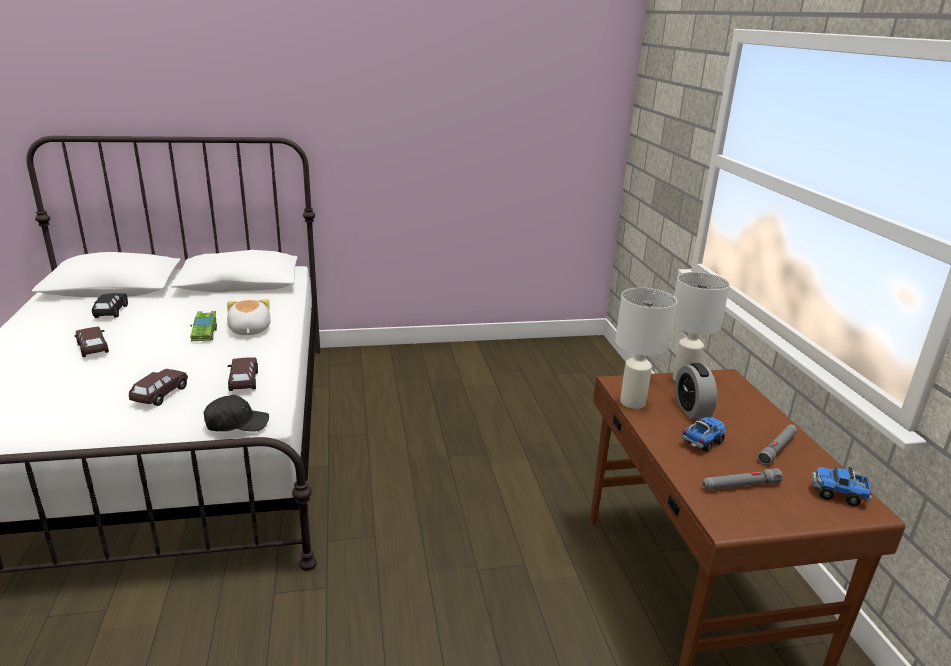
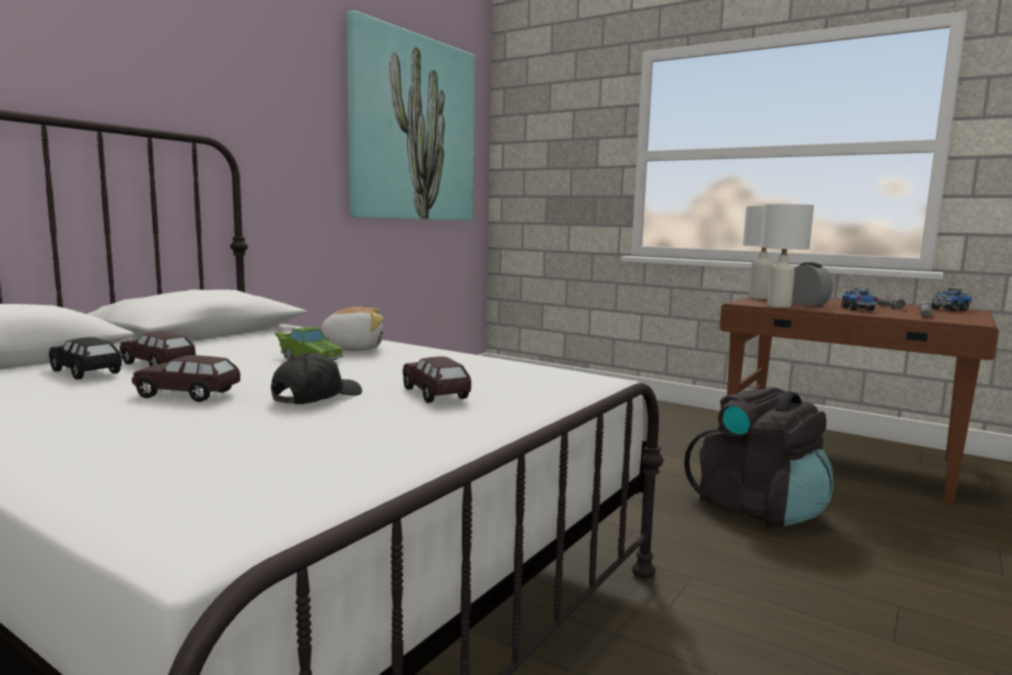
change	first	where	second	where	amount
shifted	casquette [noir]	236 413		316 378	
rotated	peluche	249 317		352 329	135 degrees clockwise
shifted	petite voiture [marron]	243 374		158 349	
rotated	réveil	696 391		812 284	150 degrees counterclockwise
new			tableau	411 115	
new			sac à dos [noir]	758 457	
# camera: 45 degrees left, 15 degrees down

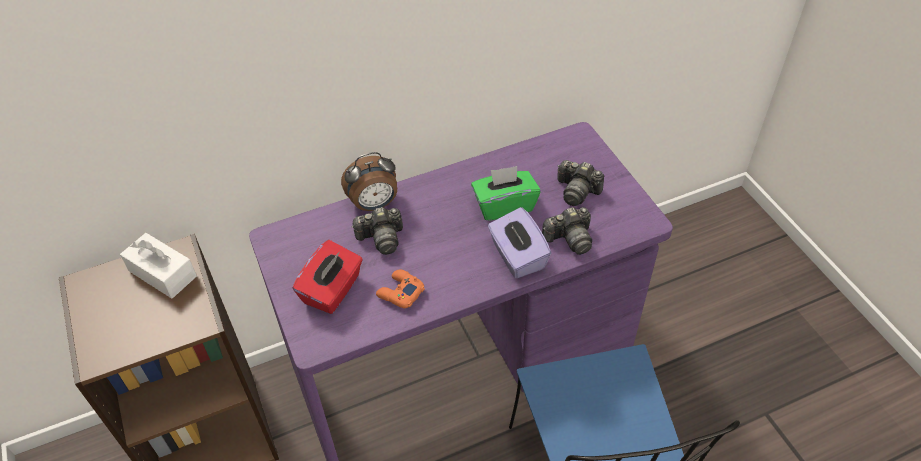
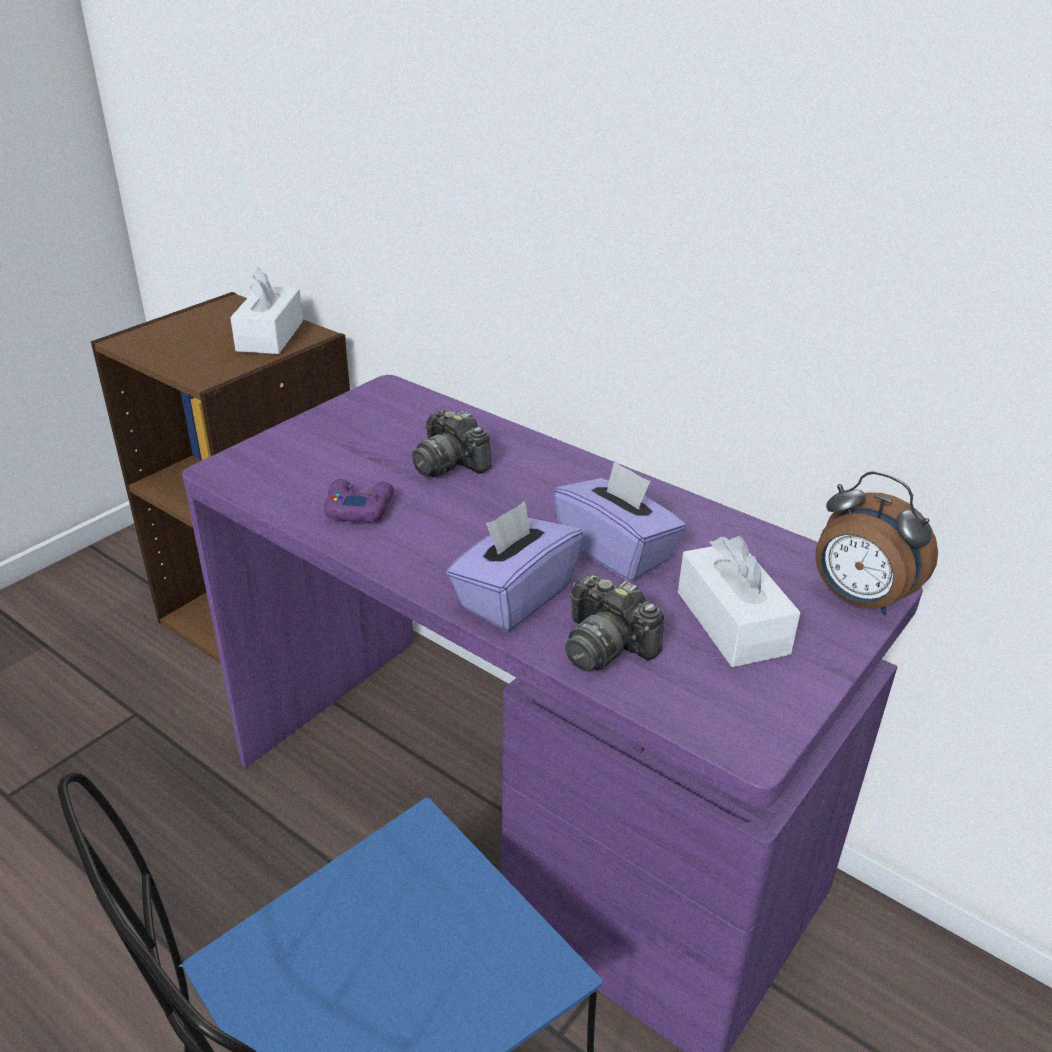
change	first	where	second	where	amount
gone	boîte à mouchoirs [rouge]	328 277			
shifted	réveil	369 181		876 543	
repainted	manette [orange]	400 288	manette [violet]	359 500	
repainted	boîte à mouchoirs [vert]	506 193	boîte à mouchoirs [violet]	620 521	
swapped	appareil photo	580 183	boîte à mouchoirs [blanc]	739 601	
# camera: 60 degrees right, 15 degrees down

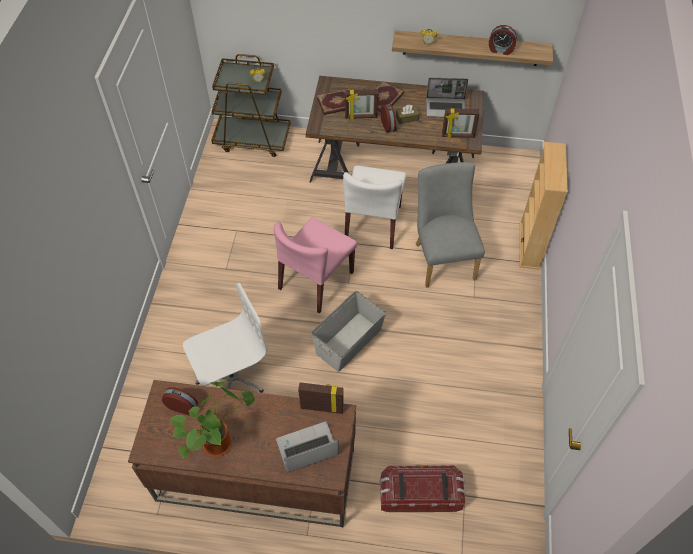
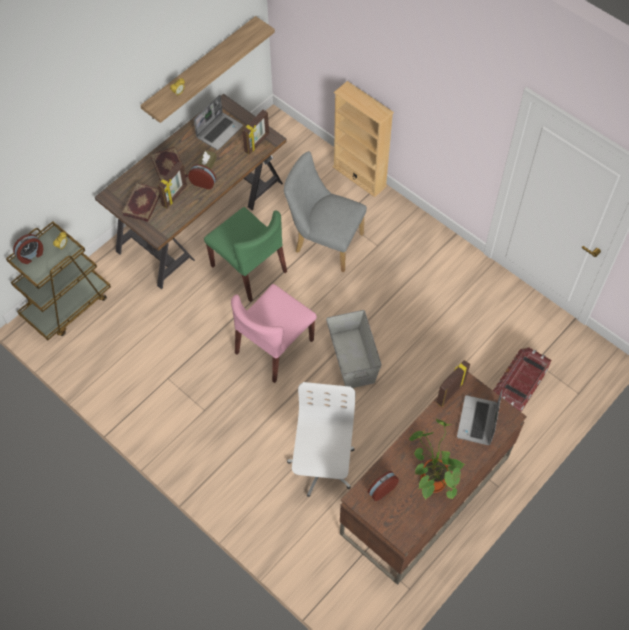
change	first	where	second	where	amount
rotated	chaise [rose]	315 265		274 333	60 degrees clockwise
repainted	chaise [blanc]	374 207	chaise [vert]	245 254	
shifted	réveil	503 40		28 249	
# camera: 55 degrees left, 5 degrees up

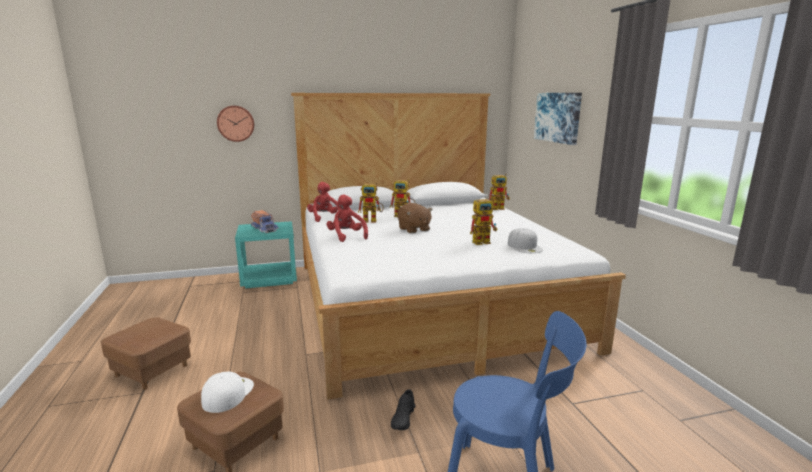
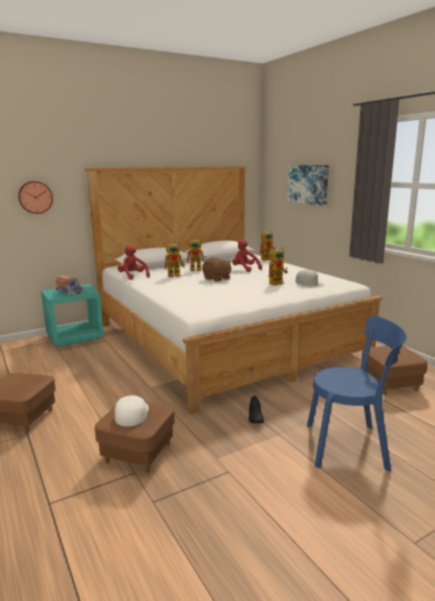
change	first	where	second	where	amount
shifted	peluche [rouge]	347 218		247 255	
new			pouf [marron]	395 370	
# camera: 15 degrees left, 0 degrees up

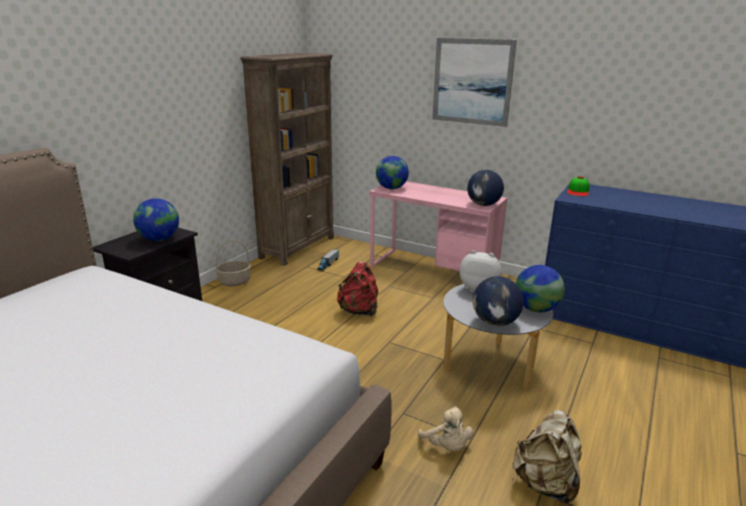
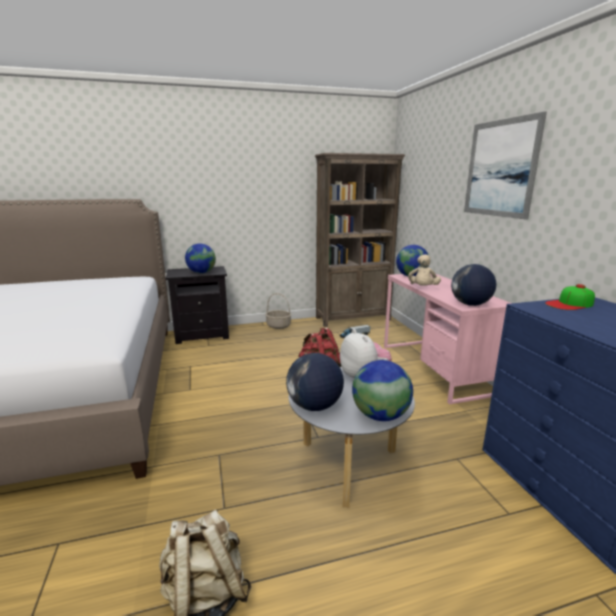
change	first	where	second	where	amount
shifted	peluche [beige]	445 429		424 270	
# camera: 45 degrees right, 5 degrees down

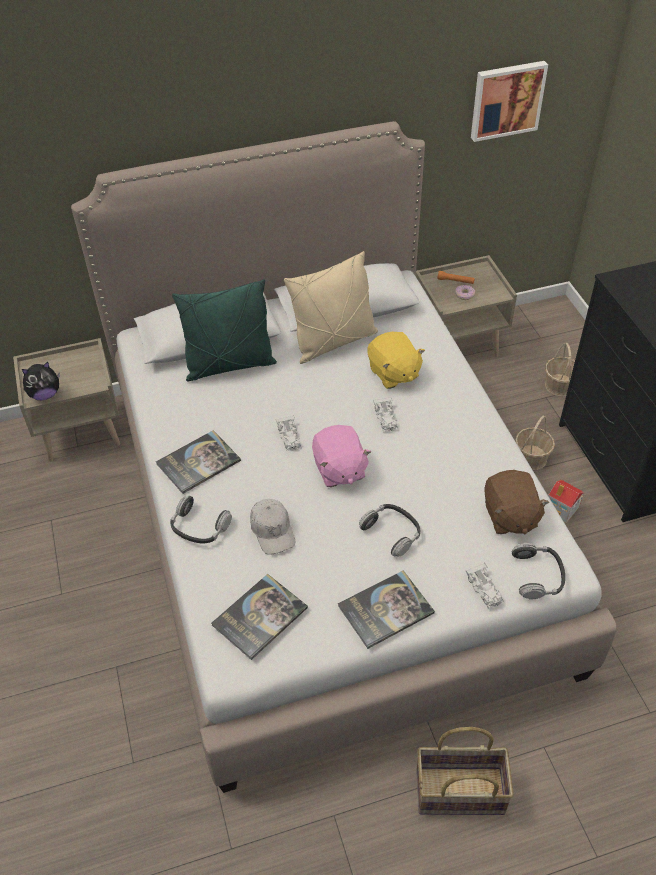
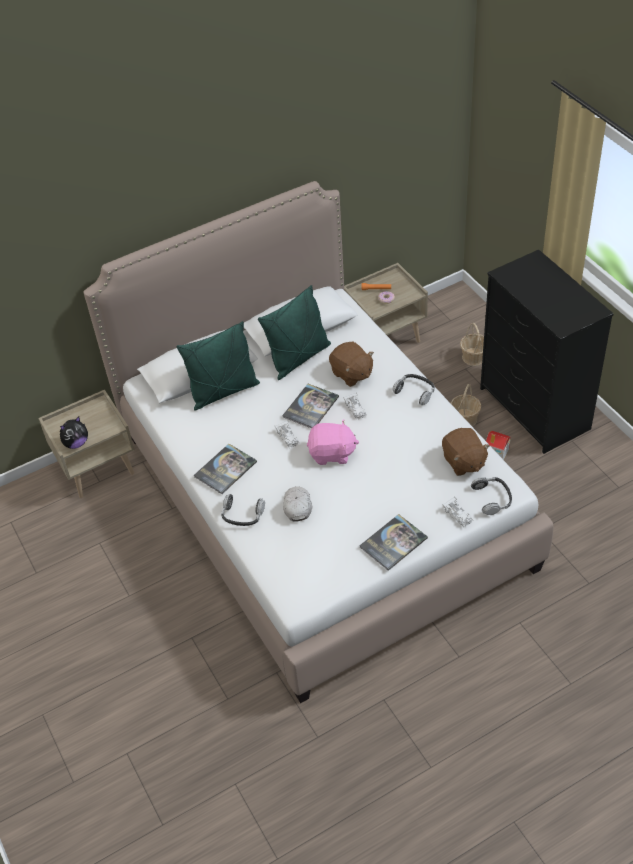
change	first	where	second	where	amount
shifted	livre	259 617		310 406	
rotated	casquette [blanc]	272 527		298 504	150 degrees counterclockwise
repainted	coussin [beige]	331 307	coussin [vert]	294 332	
rotated	peluche [rose]	341 456		333 442	60 degrees counterclockwise
shifted	casque audio	389 530		413 389	
repainted	peluche [jaune]	396 360	peluche [marron]	351 364	
gone	panier	465 771			
gone	tableau	509 101			
# camera: 10 degrees left, 0 degrees up

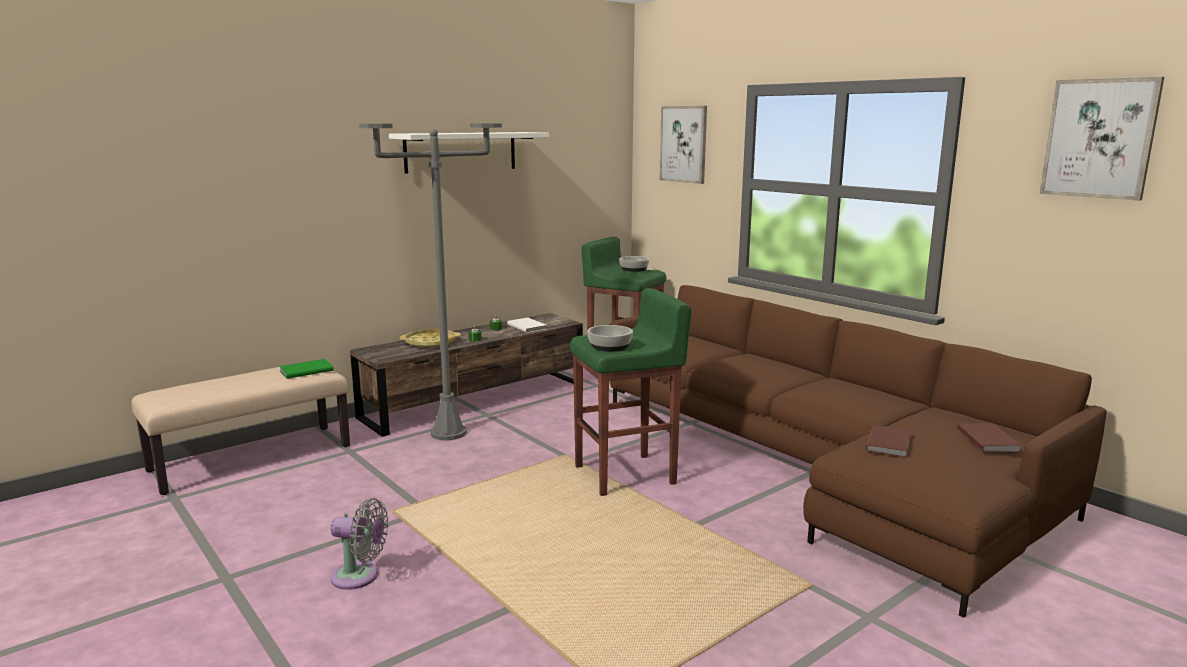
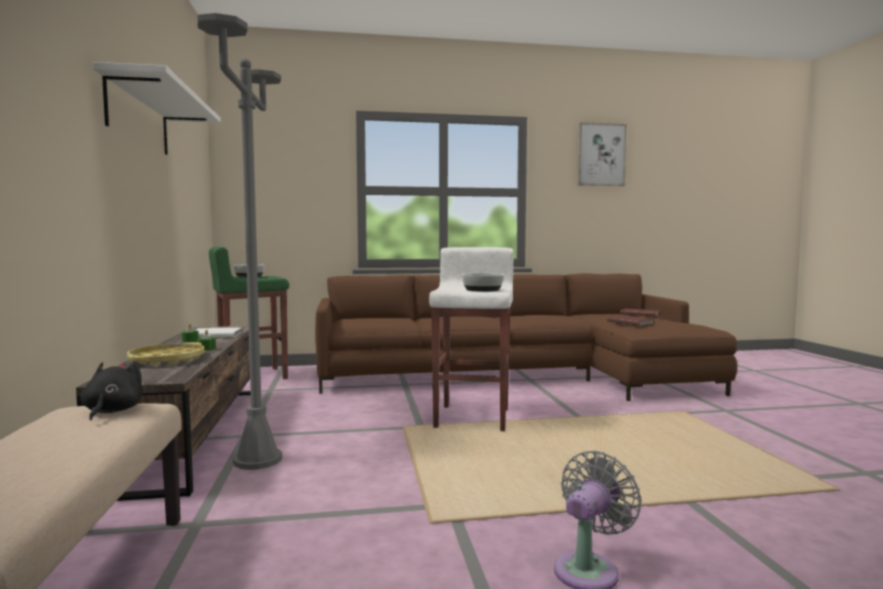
change	first	where	second	where	amount
swapped	livre [vert]	306 369	peluche [noir]	112 391	
repainted	tabouret [vert]	631 392	tabouret [blanc]	471 339	
gone	tableau	683 145			
# camera: 60 degrees left, 10 degrees down

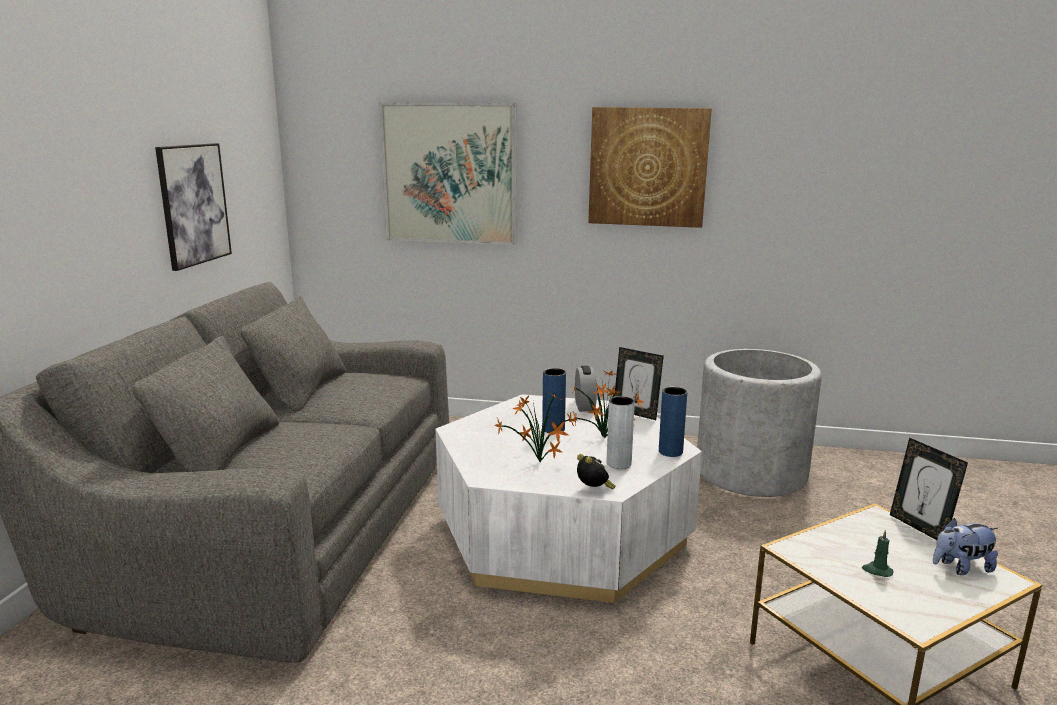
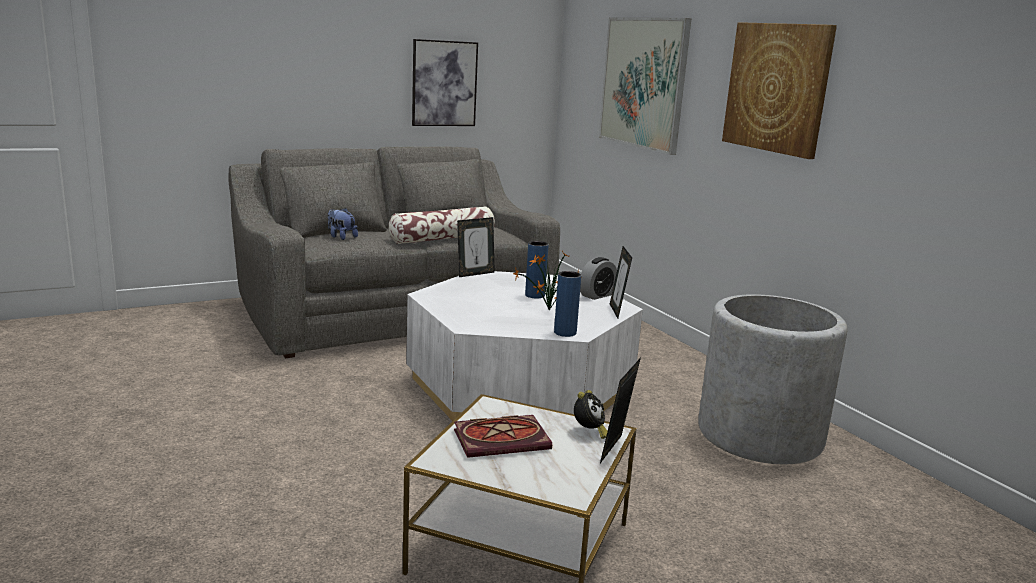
change	first	where	second	where	amount
gone	plante en pot	535 426			
shifted	réveil	596 471		591 414	
gone	vase [gris]	621 432			
swapped	bougie [vert]	877 553	livre	503 436	
shifted	peluche	965 546		343 224	
new			coussin	442 225	
new			cadre photo	476 247	
# camera: 50 degrees right, 0 degrees up

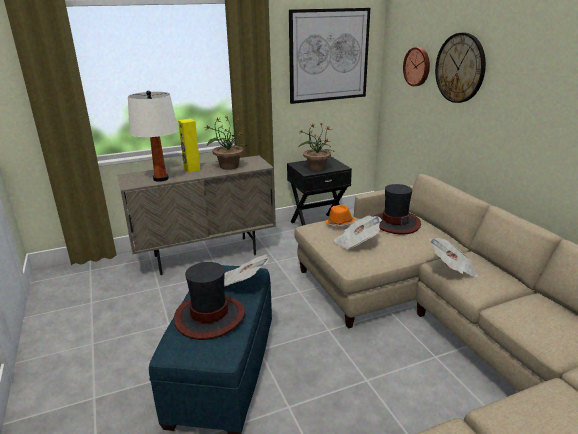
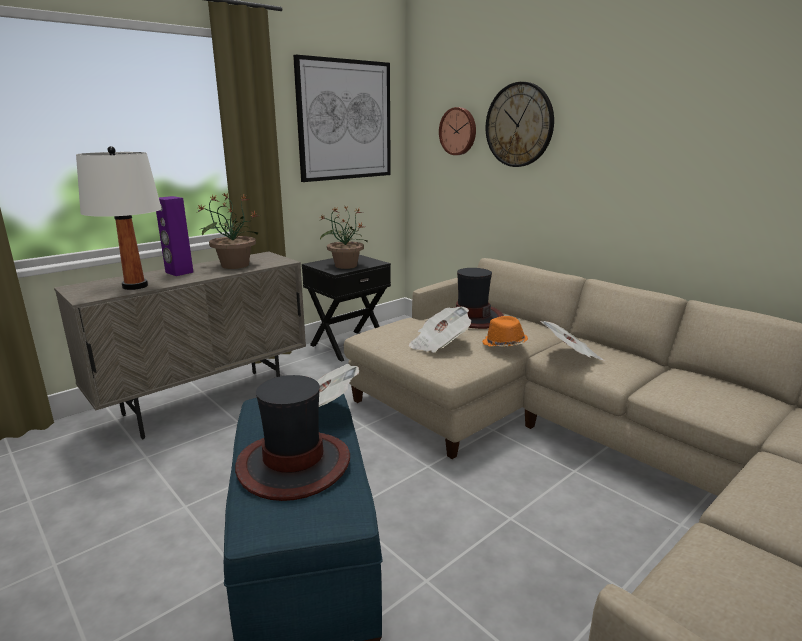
change	first	where	second	where	amount
repainted	enceinte [jaune]	189 146	enceinte [violet]	175 236	
shifted	chapeau [orange]	340 215		505 331	
# camera: 20 degrees left, 5 degrees down

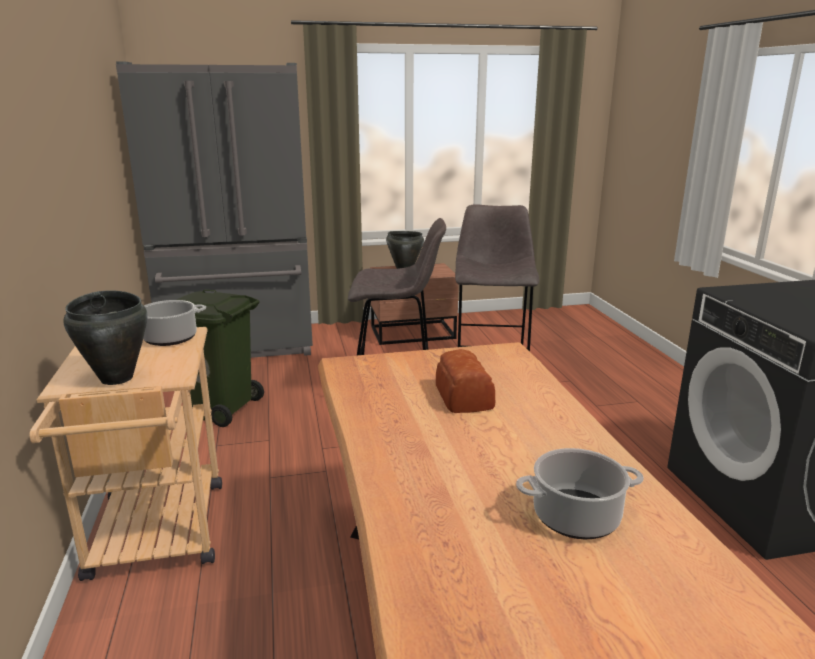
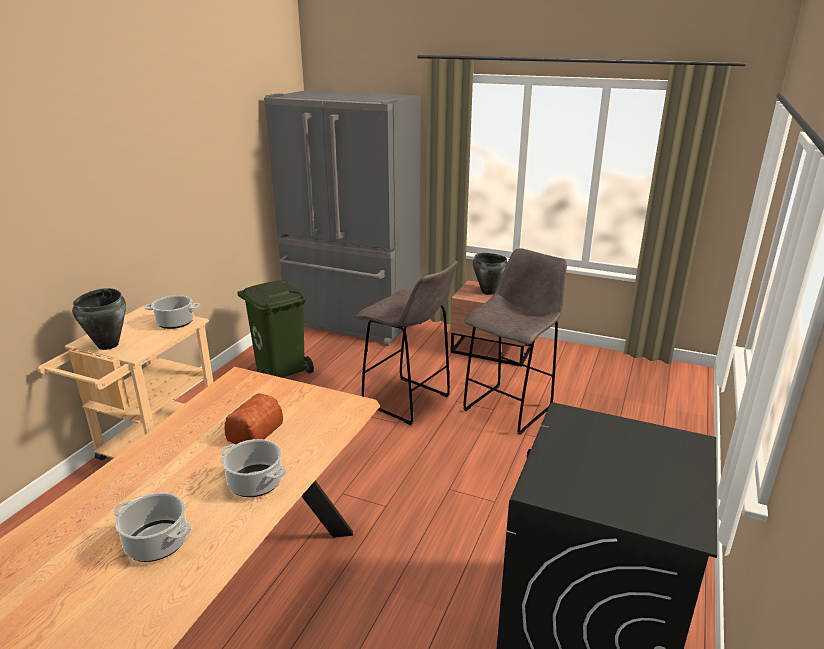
change	first	where	second	where	amount
new			marmite	253 468	
# camera: 35 degrees right, 5 degrees up

